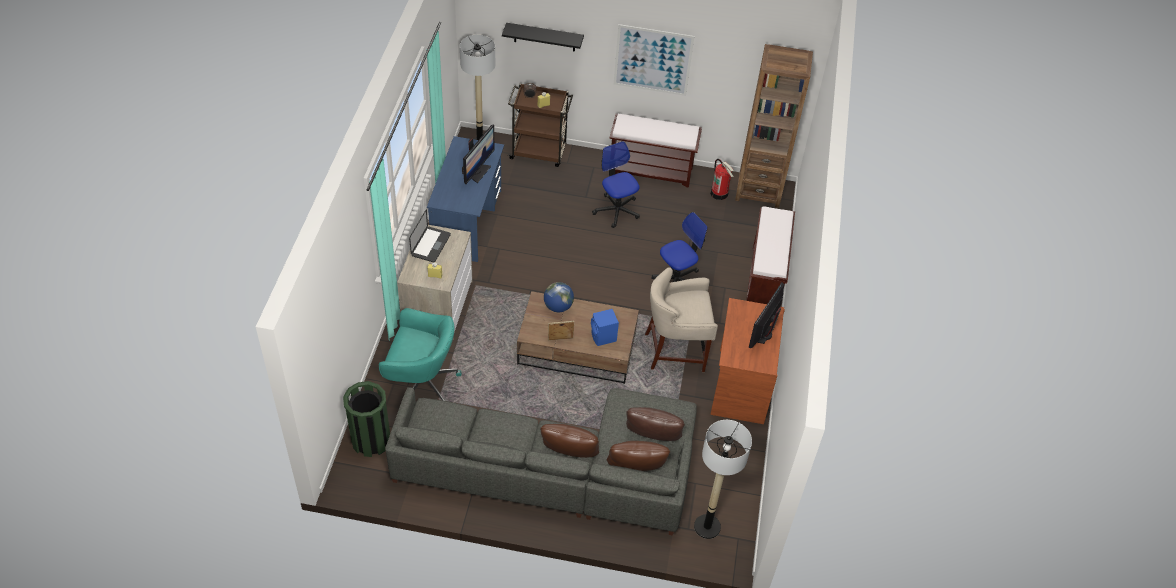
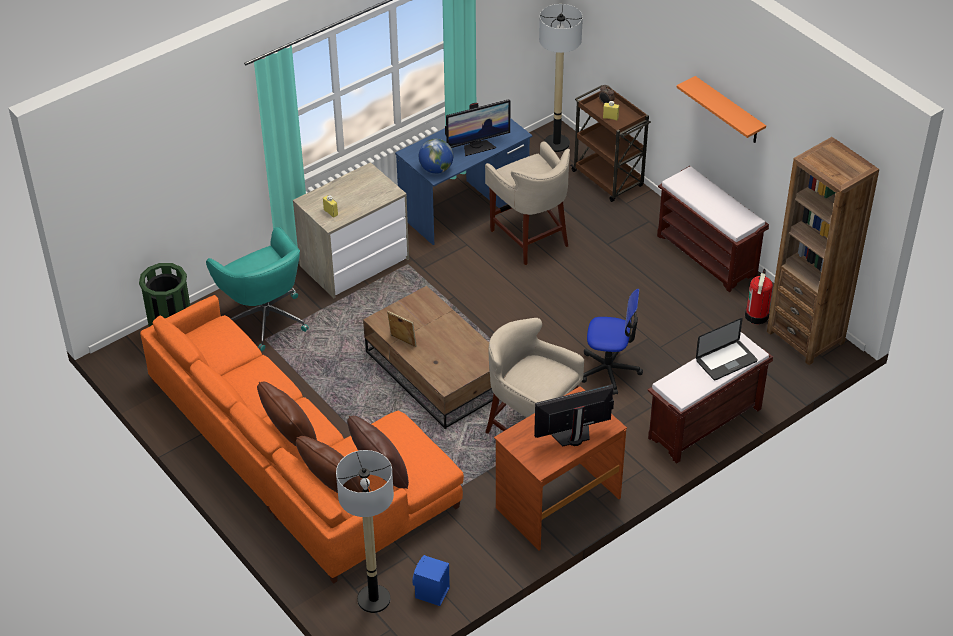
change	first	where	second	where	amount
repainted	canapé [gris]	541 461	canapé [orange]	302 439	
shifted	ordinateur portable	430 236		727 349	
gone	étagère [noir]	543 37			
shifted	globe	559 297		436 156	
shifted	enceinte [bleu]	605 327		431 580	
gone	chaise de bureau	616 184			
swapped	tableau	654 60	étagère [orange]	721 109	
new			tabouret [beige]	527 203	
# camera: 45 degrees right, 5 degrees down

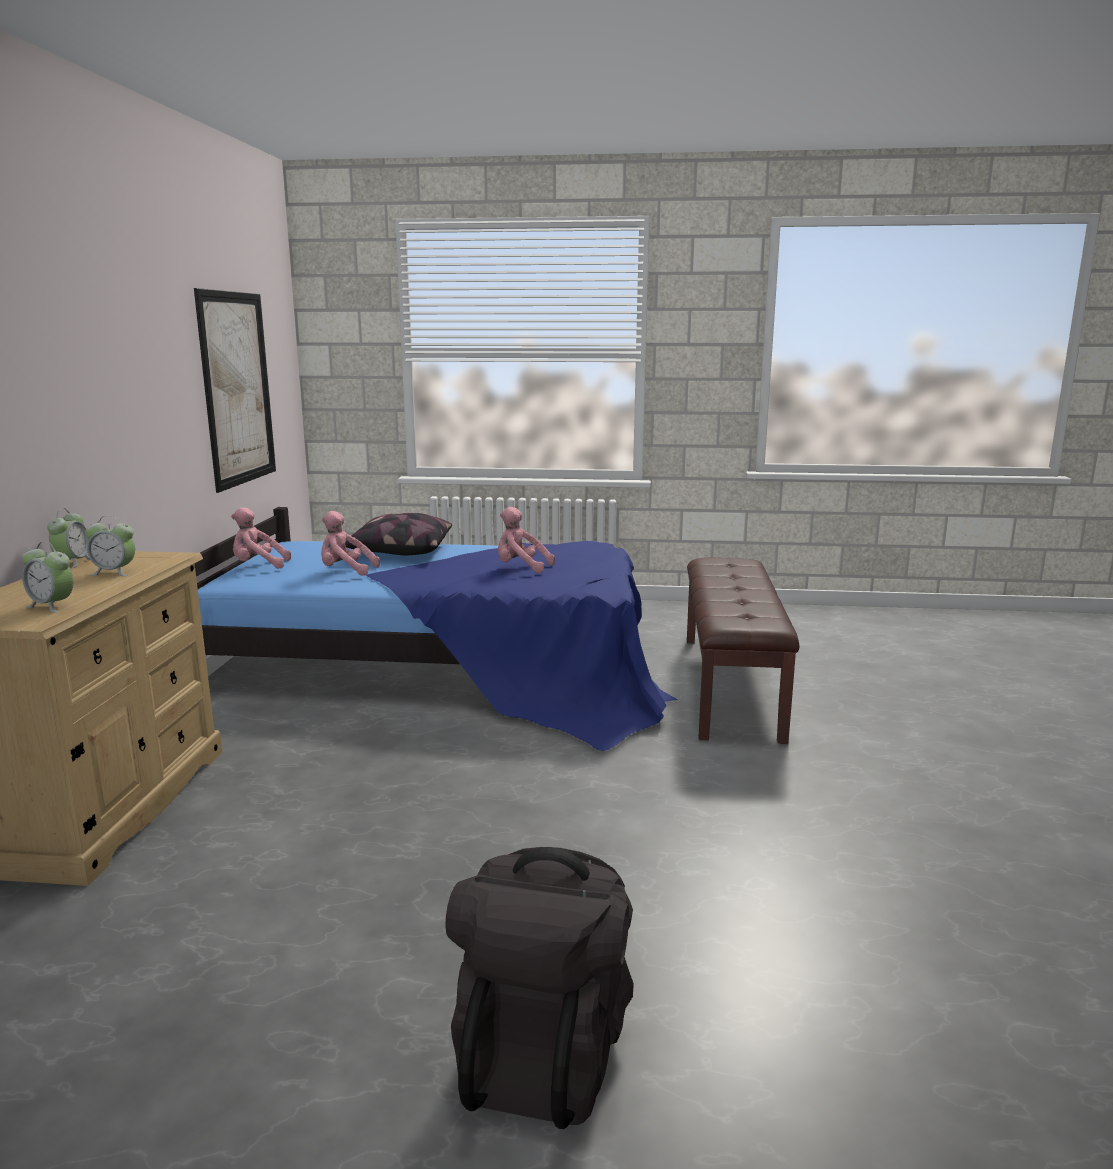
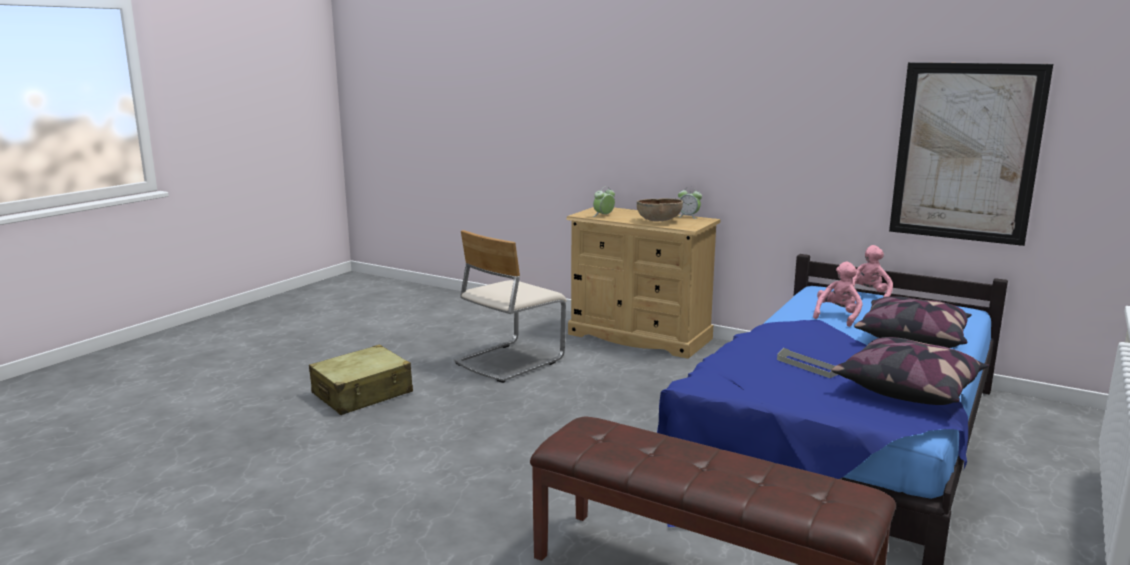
change	first	where	second	where	amount
swapped	réveil	110 546	bol [marron]	660 209	
swapped	sac à dos [noir]	539 988	valise [beige]	361 380	
swapped	peluche [rose]	526 540	plateau [gris]	807 363	
new			chaise [beige]	510 306	
new			coussin	910 371	
# camera: 115 degrees right, 0 degrees up

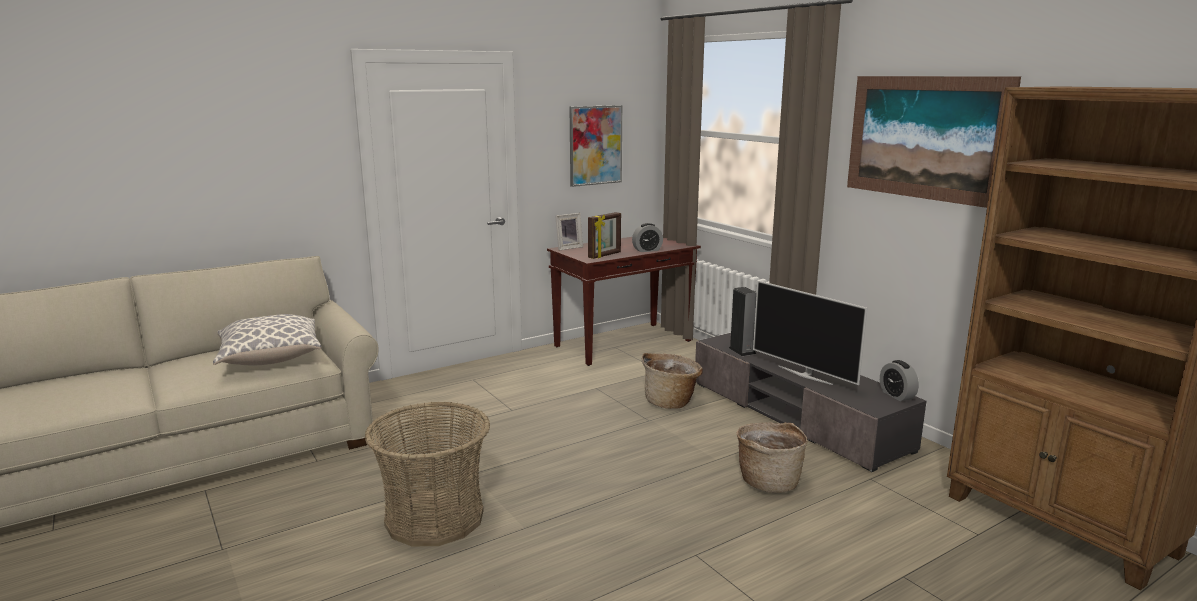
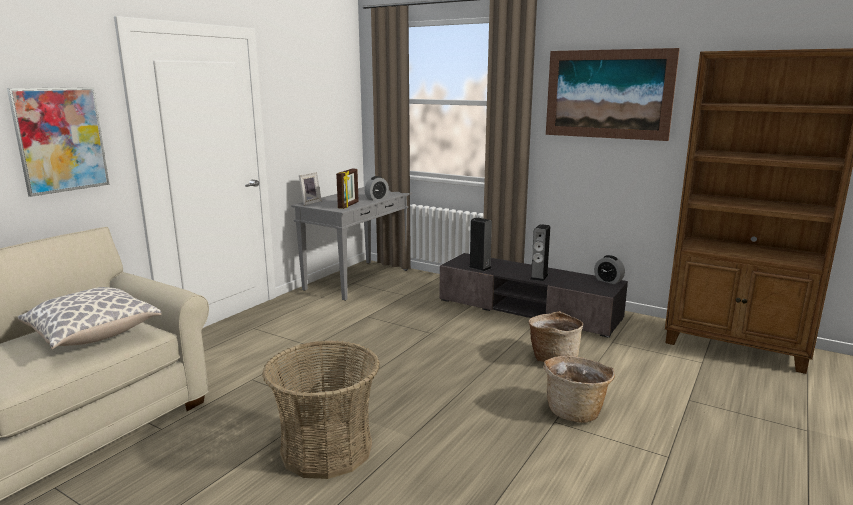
change	first	where	second	where	amount
repainted	table console [marron]	624 301	table console [gris]	351 244	
shifted	tableau	596 146		58 142	
shifted	panier	672 381		579 389	
swapped	téléviseur	810 332	enceinte	540 252	
# camera: 25 degrees left, 0 degrees up

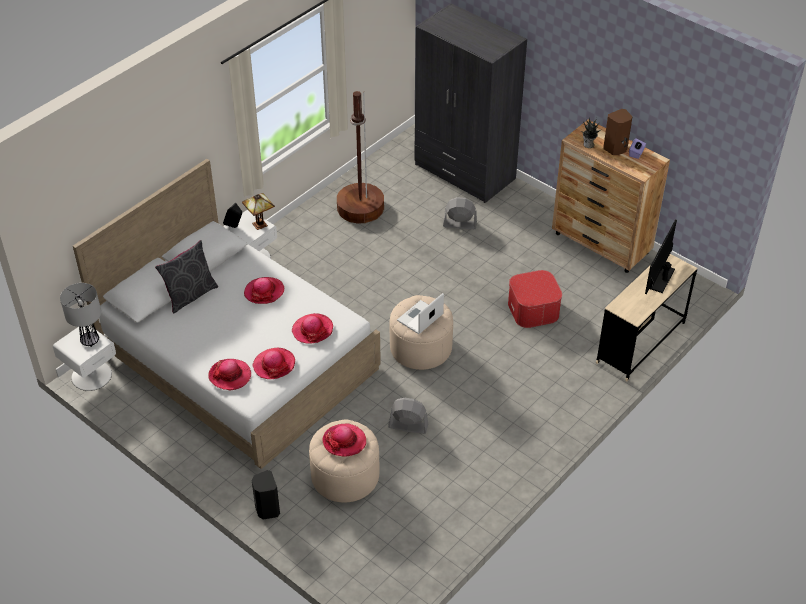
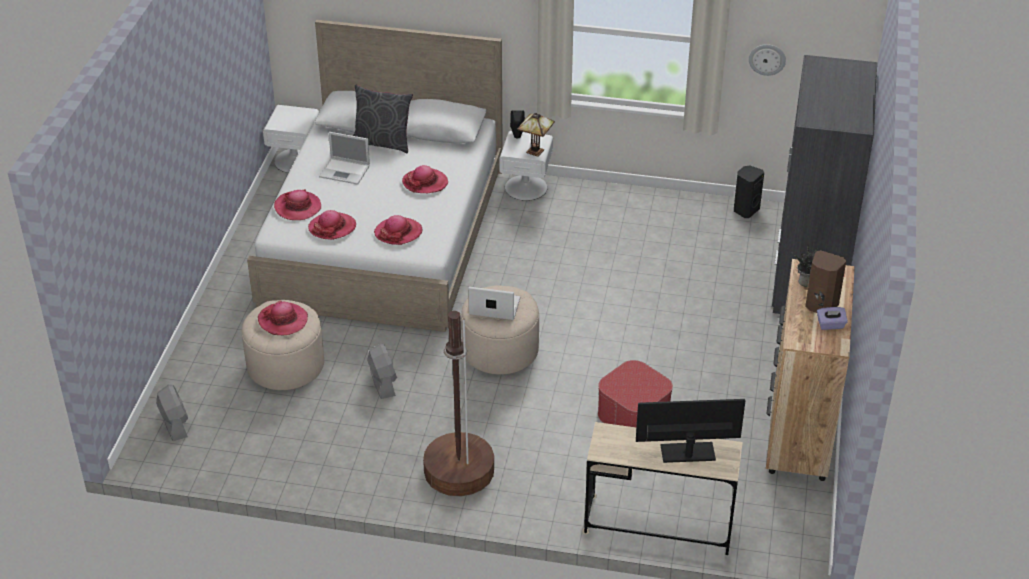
change	first	where	second	where	amount
gone	lampe de table	80 315			
shifted	enceinte [noir]	266 494		749 191	
shifted	lampadaire [marron]	360 157		458 403	
shifted	ventilateur [gris]	460 213		172 412	
new			ordinateur portable	344 158	
new			horloge murale	767 60	
# camera: 60 degrees right, 5 degrees down

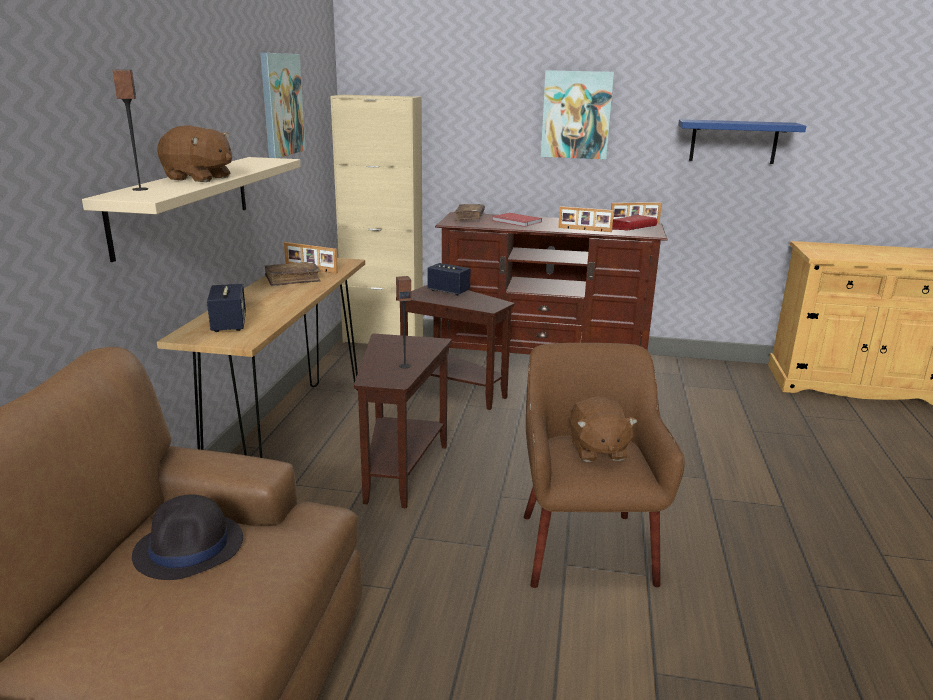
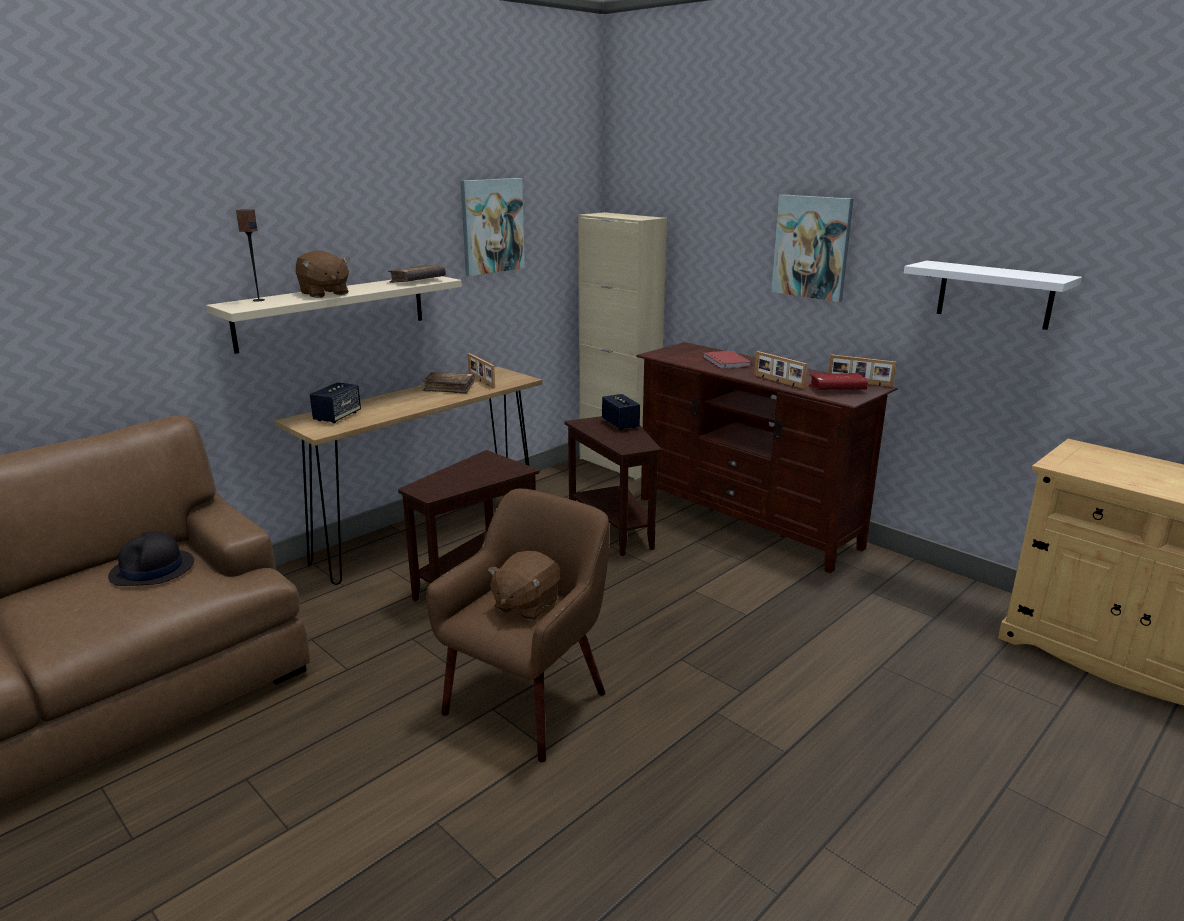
change	first	where	second	where	amount
gone	enceinte	403 322			
shifted	livre [marron]	469 212		417 274	
repainted	étagère [bleu]	742 141	étagère [blanc]	993 295	
# camera: 35 degrees right, 0 degrees up

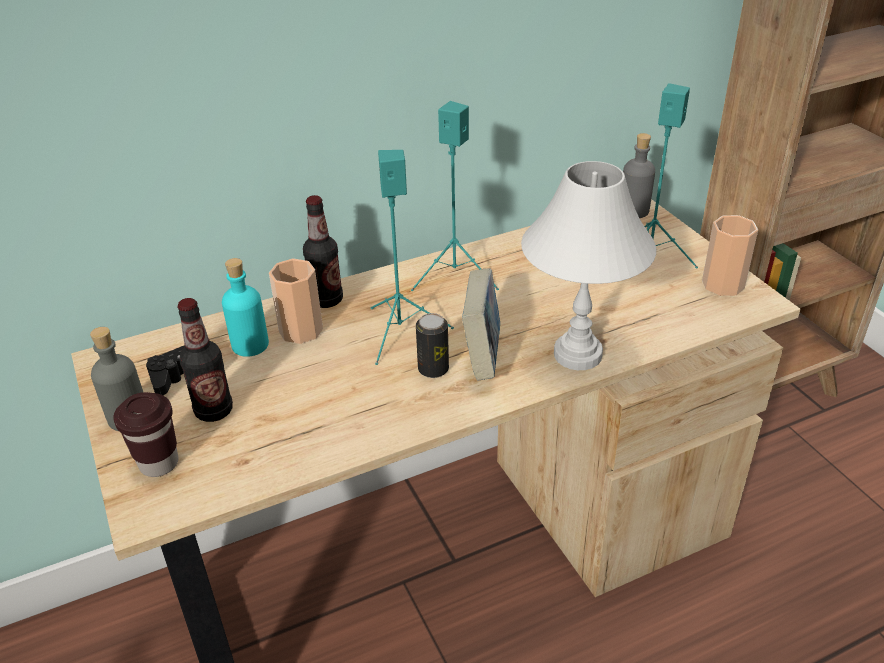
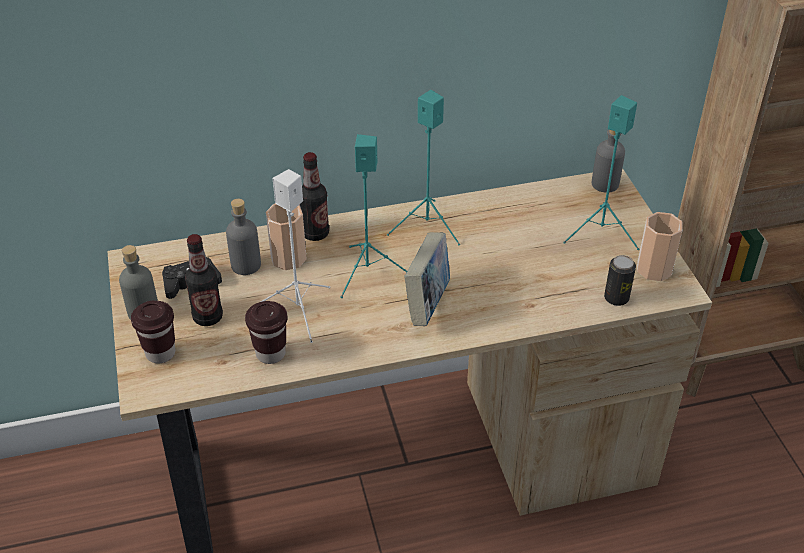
change	first	where	second	where	amount
repainted	bouteille [turquoise]	245 307	bouteille [gris]	243 237	
shifted	boîte métallique	432 345		620 280	
gone	lampe de table [blanc]	588 265			
new			tasse [marron]	266 332	
new			enceinte [blanc]	295 256	
# camera: 10 degrees right, 5 degrees up

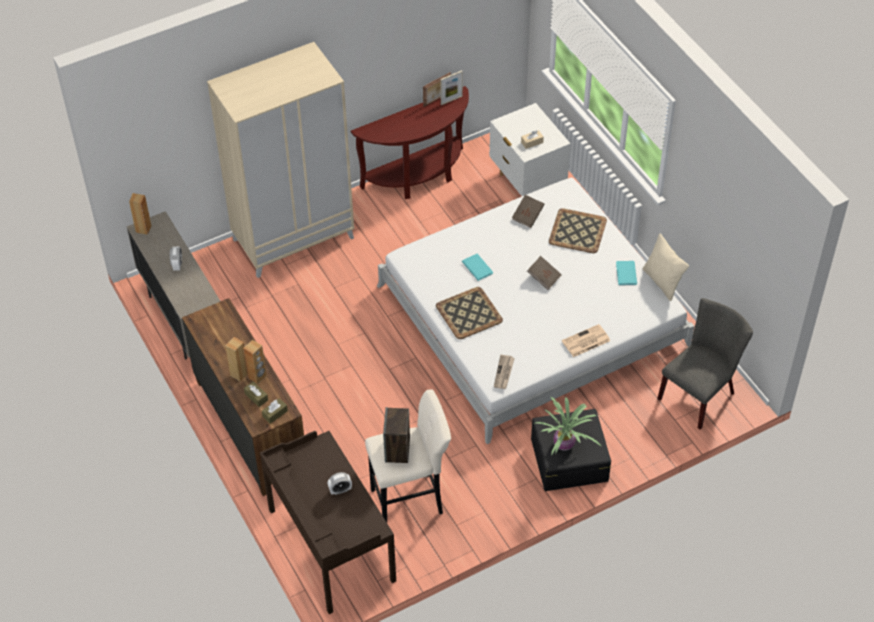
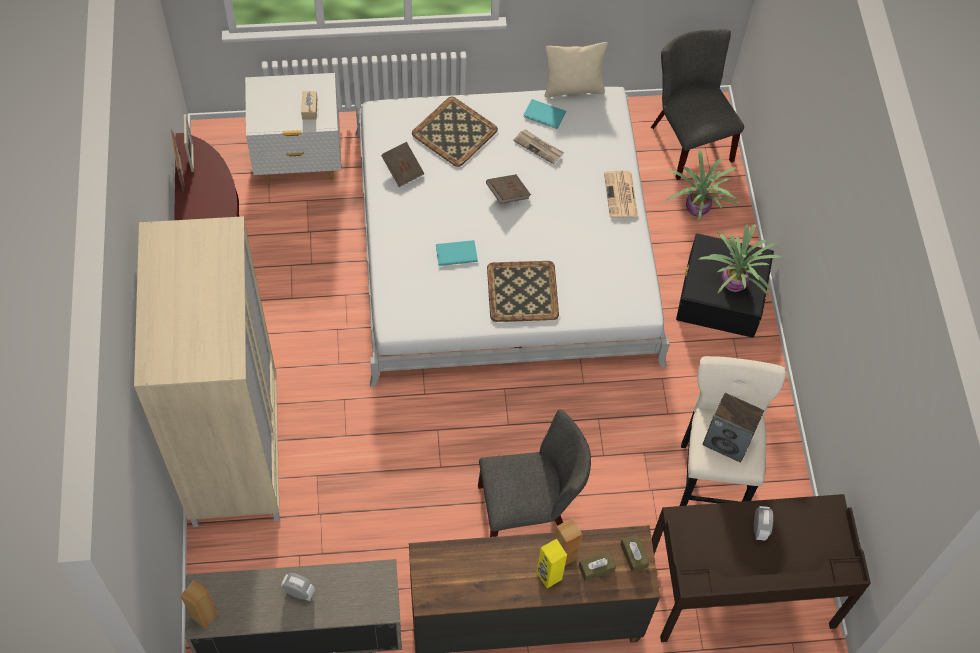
change	first	where	second	where	amount
repainted	enceinte [marron]	236 359	enceinte [jaune]	551 563	
shifted	journal	504 372		538 146	
new			chaise [gris]	534 473	
new			plante en pot	702 186	
# camera: 70 degrees left, 10 degrees up

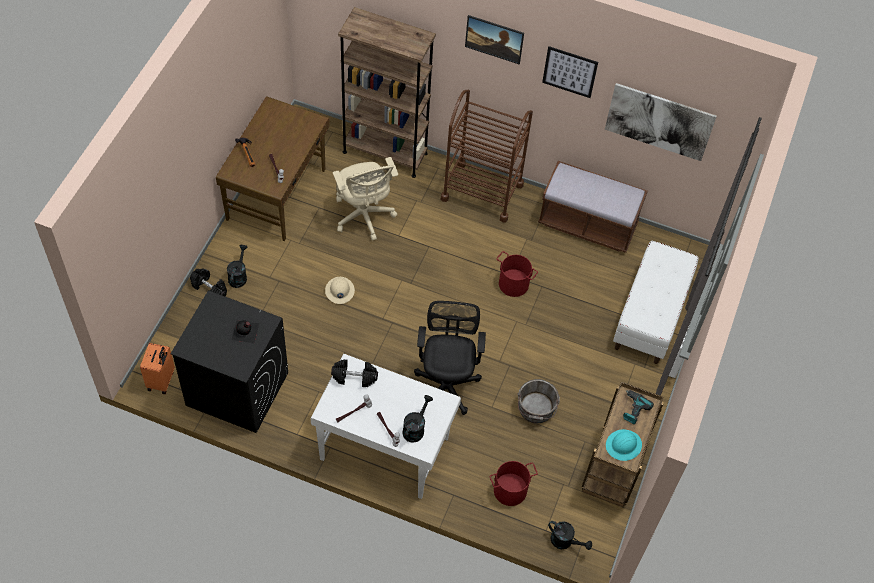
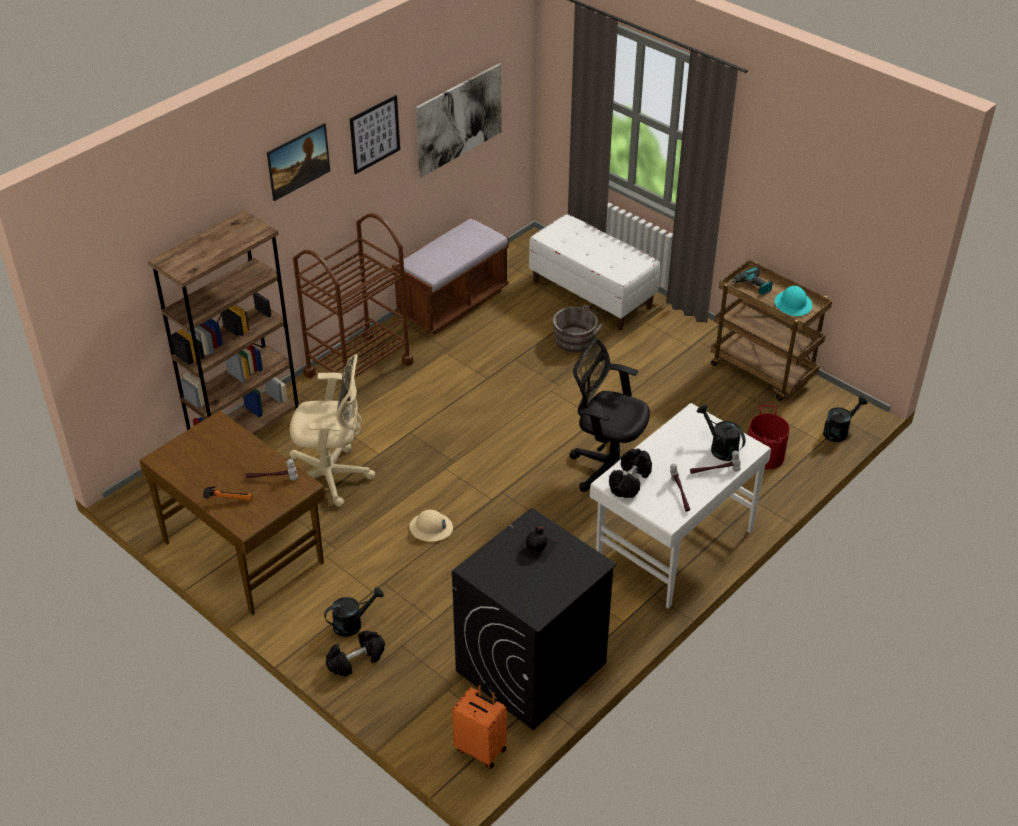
change	first	where	second	where	amount
rotated	arrosoir [noir]	237 266		354 612	120 degrees clockwise
gone	seau [rouge]	517 274			
shifted	seau [gris]	539 401		578 328	
# camera: 65 degrees left, 15 degrees down

